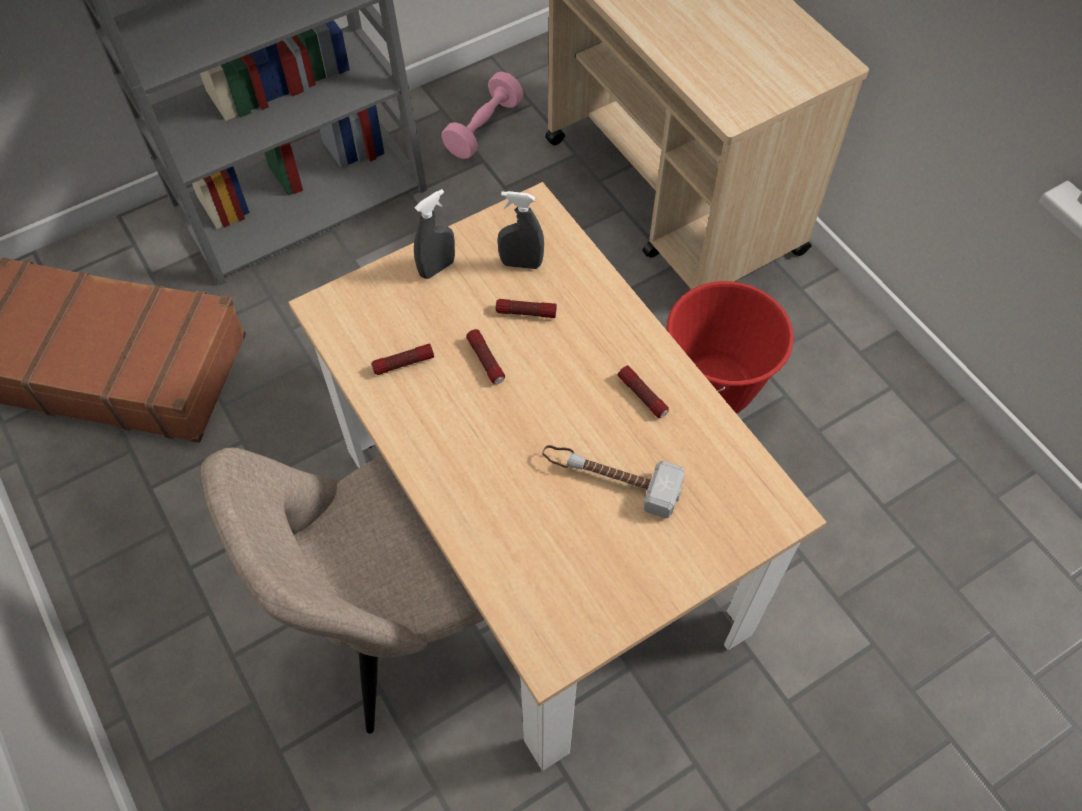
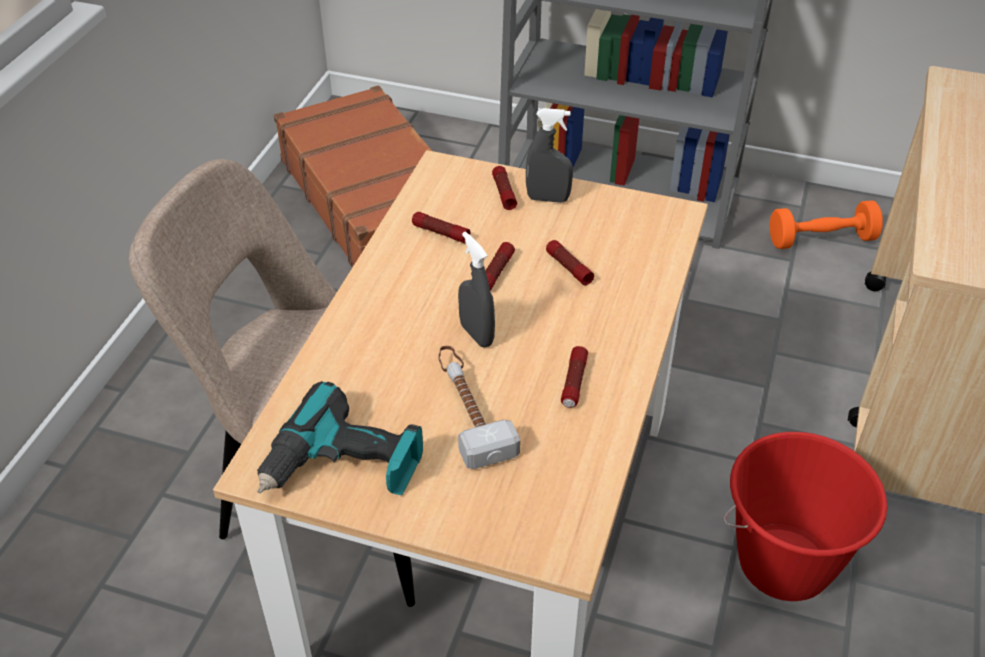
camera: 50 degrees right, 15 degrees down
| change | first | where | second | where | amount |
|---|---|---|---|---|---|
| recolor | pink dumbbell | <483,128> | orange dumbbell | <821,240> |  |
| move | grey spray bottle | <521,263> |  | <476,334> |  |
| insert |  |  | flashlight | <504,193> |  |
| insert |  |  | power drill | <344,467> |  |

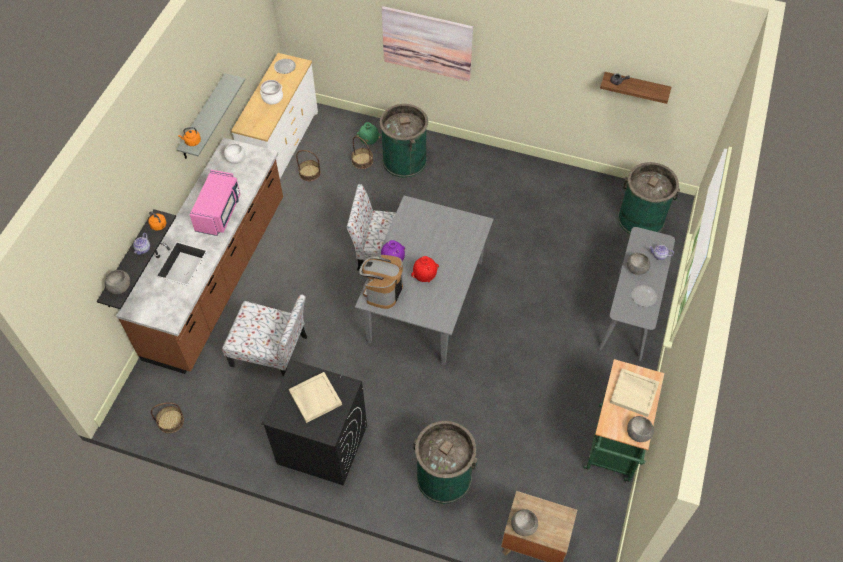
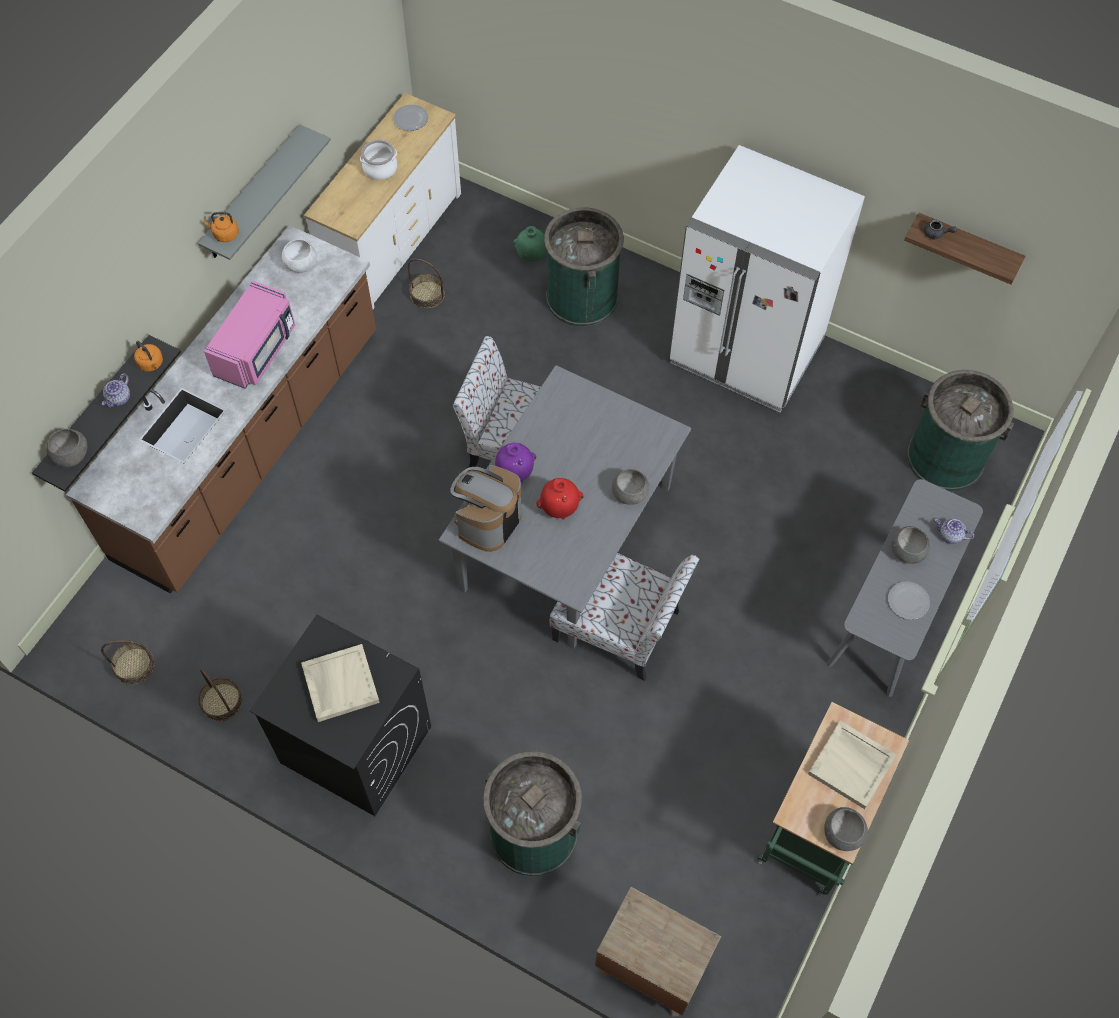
camera: 10 degrees right, 5 degrees up
| change | first | where | second | where | amount |
|---|---|---|---|---|---|
| delete | picture | <427,43> |  |  |  |
| move | basket | <362,161> |  | <221,702> |  |
| move | chair | <271,351> |  | <619,626> |  |
| move | grey bowl | <524,525> |  | <630,493> |  |
| insert |  |  | white fridge | <746,352> |  |

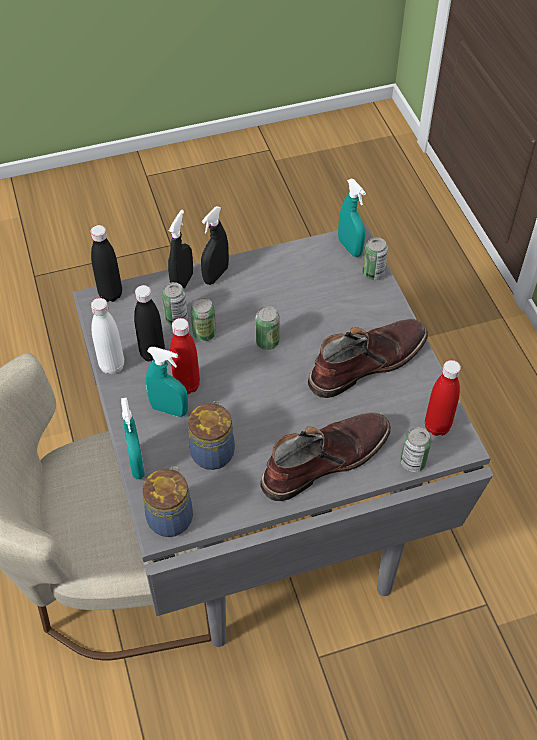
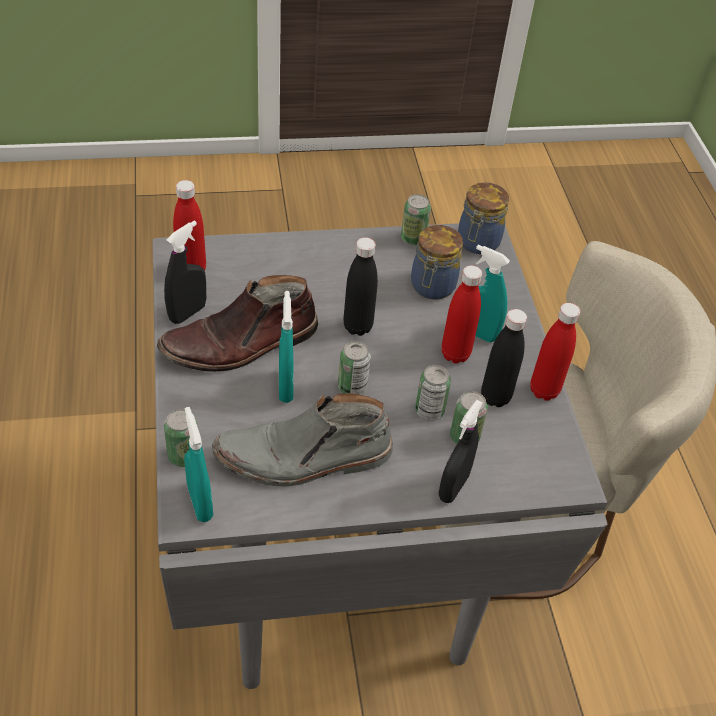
camera: 175 degrees left, 5 degrees down
| change | first | where | second | where | amount |
|---|---|---|---|---|---|
| move | black spray bottle | <216,275> |  | <187,313> |  |
| move | black bottle | <110,294> |  | <357,327> |  |
| recolor | white bottle | <112,366> | red bottle | <544,390> |  |
| move | turquoise spray bottle | <137,464> |  | <285,387> |  |
| delete | brown boot | <324,459> |  |  |  |
| move | can | <412,462> |  | <413,238> |  |
| insert |  |  | grey boot | <303,458> |  |

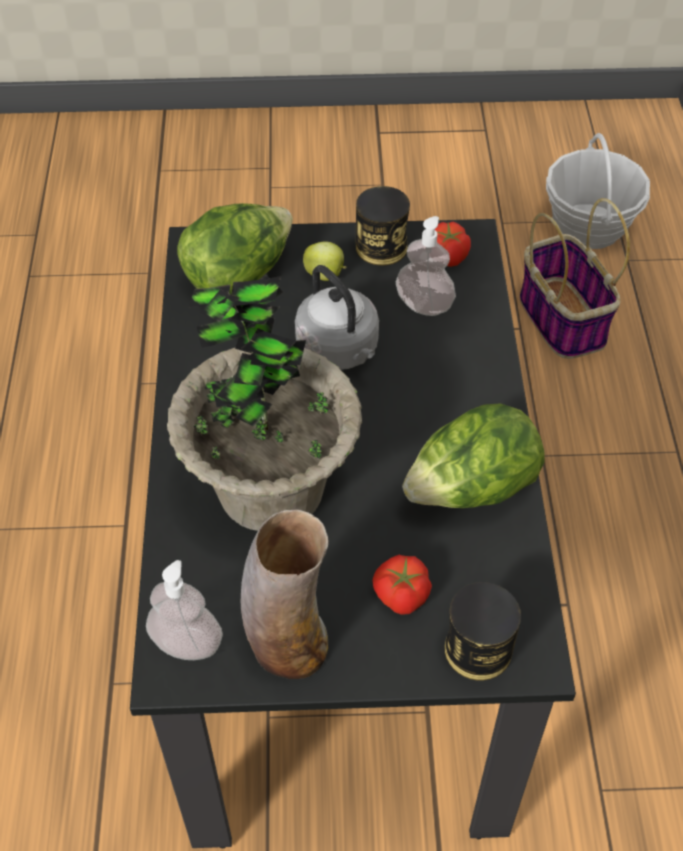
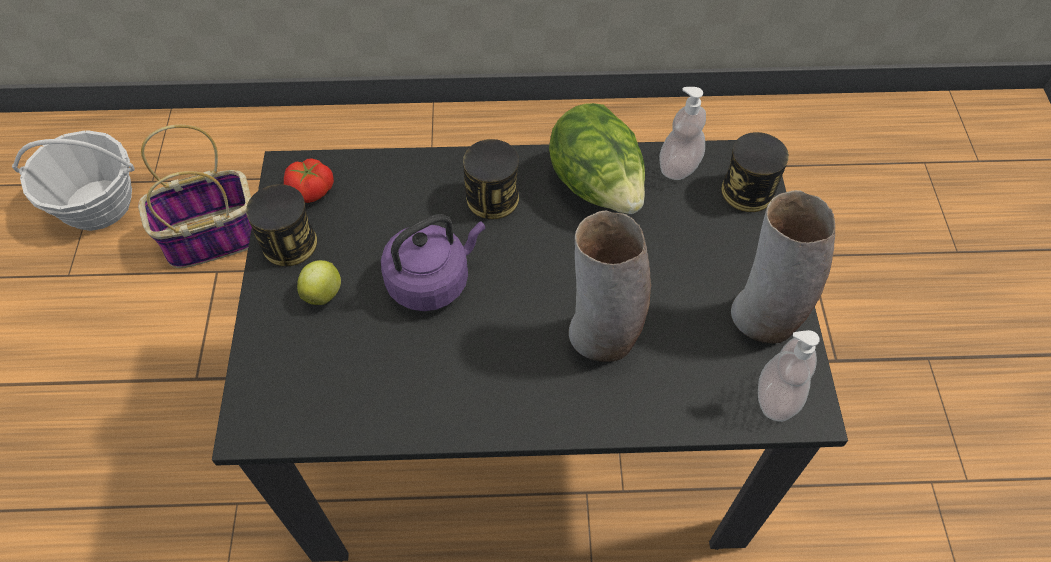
camera: 90 degrees left, 5 degrees up
| change | first | where | second | where | amount |
|---|---|---|---|---|---|
| delete | lettuce | <238,275> |  |  |  |
| move | soap dispenser | <424,305> |  | <679,167> |  |
| recolor | grey kettle | <340,351> | purple kettle | <432,280> |  |
| replace | potted plant | <270,488> | vase | <603,336> |  |
| delete | tomato | <401,594> |  |  |  |
| insert |  |  | can | <492,198> |  |

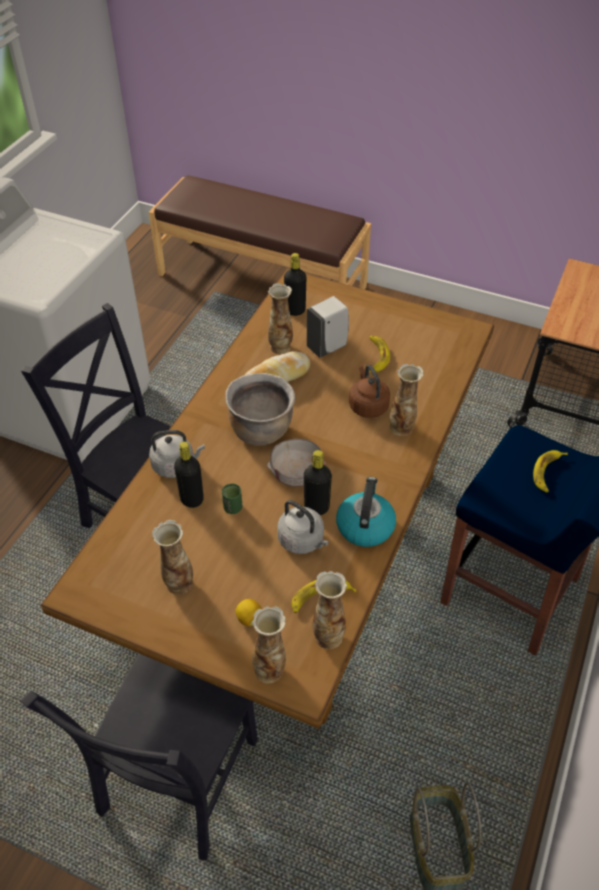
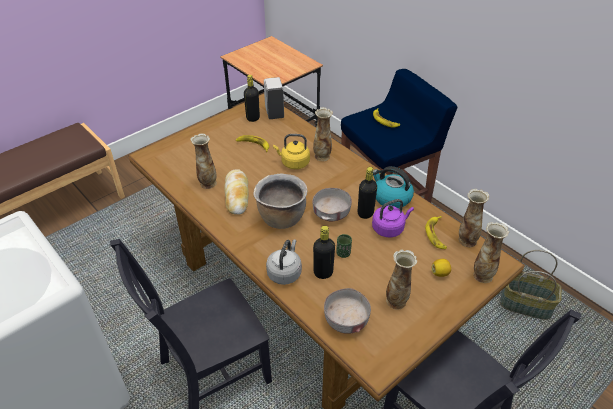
camera: 65 degrees left, 5 degrees down
| change | first | where | second | where | amount |
|---|---|---|---|---|---|
| move | black bottle | <295,310> |  | <253,118> |  |
| move | white soap dispenser | <328,347> |  | <274,113> |  |
| recolor | brown kettle | <367,405> | yellow kettle | <293,163> |  |
| recolor | grey kettle | <302,541> | purple kettle | <389,228> |  |
| insert |  |  | grey bowl | <346,320> |  |

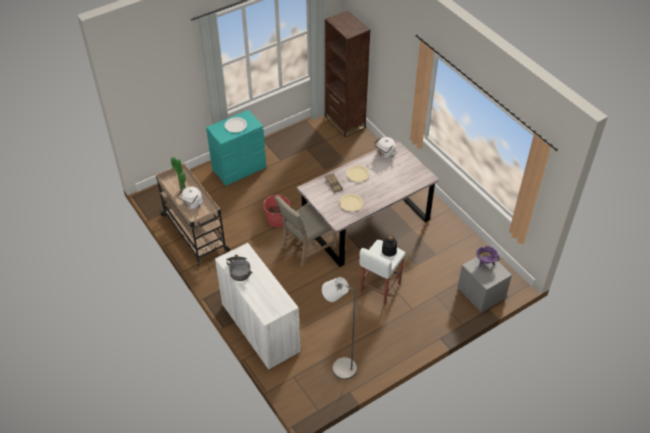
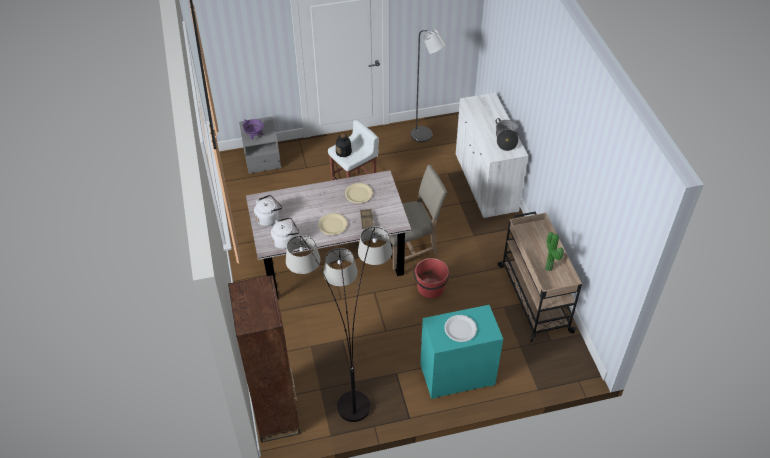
camera: 160 degrees left, 0 degrees up
| change | first | where | second | where | amount |
|---|---|---|---|---|---|
| move | white kettle | <192,204> |  | <268,218> |  |
| insert |  |  | floor lamp | <348,373> |  |

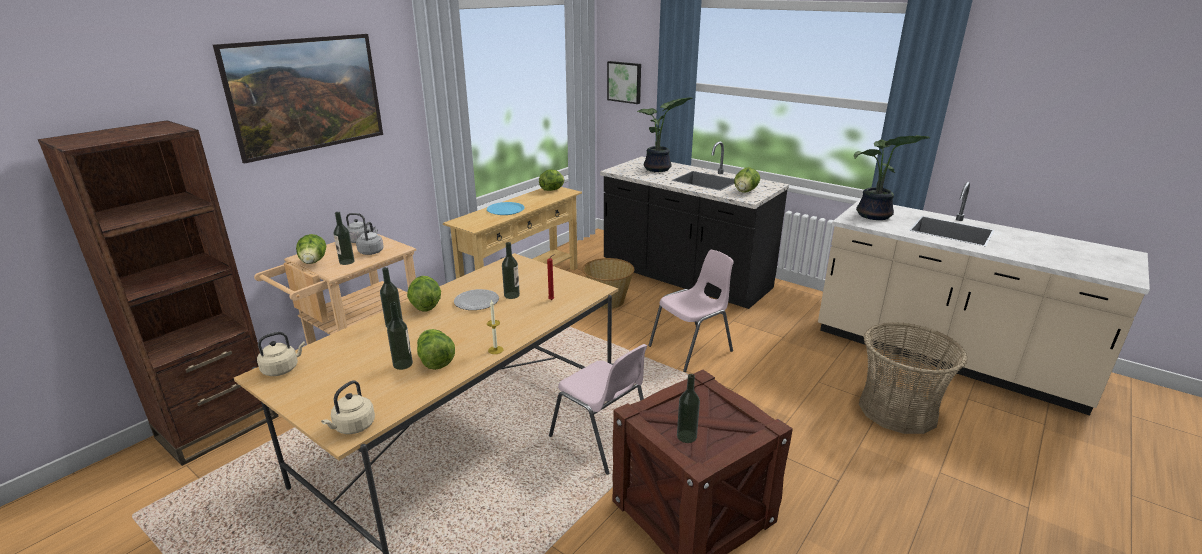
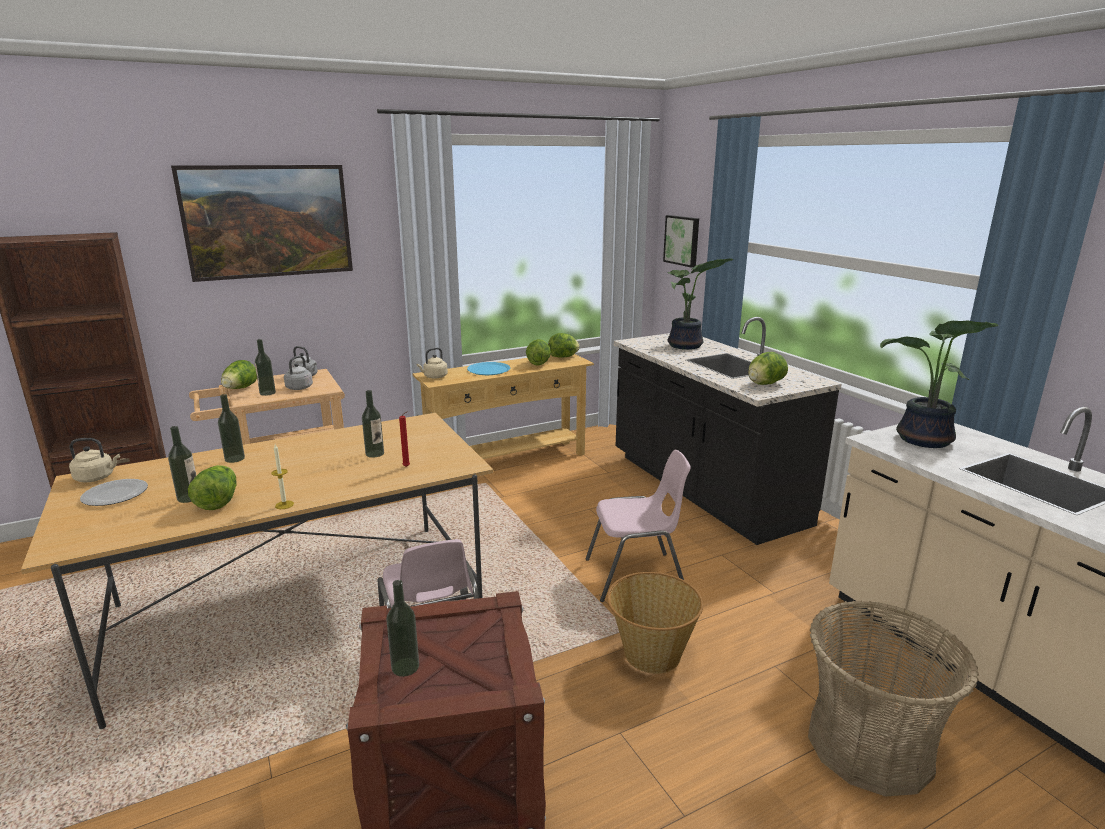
camera: 25 degrees right, 5 degrees down
| change | first | where | second | where | amount |
|---|---|---|---|---|---|
| move | basket | <608,301> |  | <651,653> |  |
| move | lettuce | <425,306> |  | <538,364> |  |
| move | plate | <477,301> |  | <116,495> |  |
| move | beige kettle | <353,427> |  | <434,377> |  |

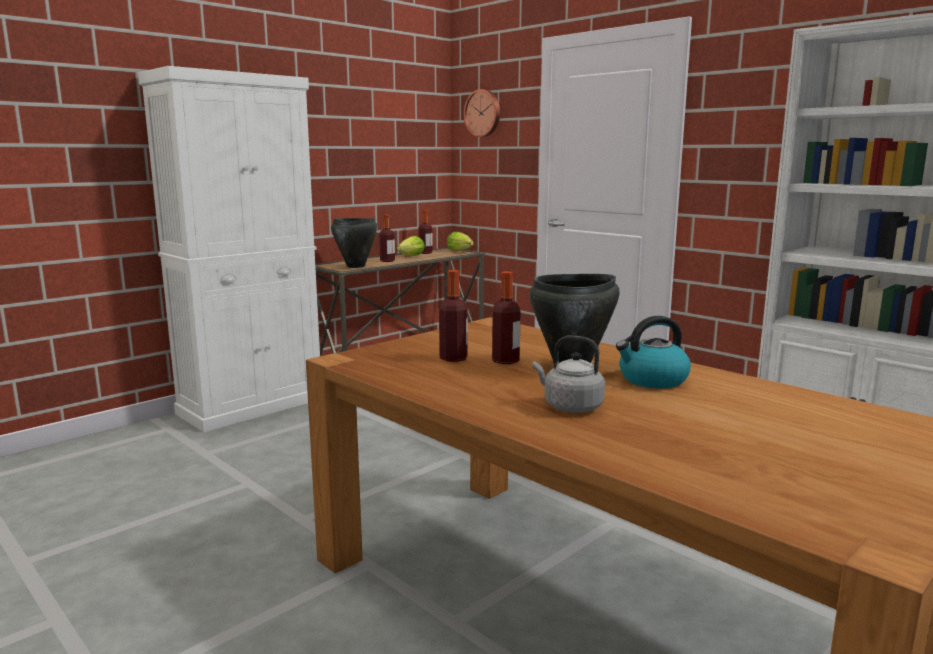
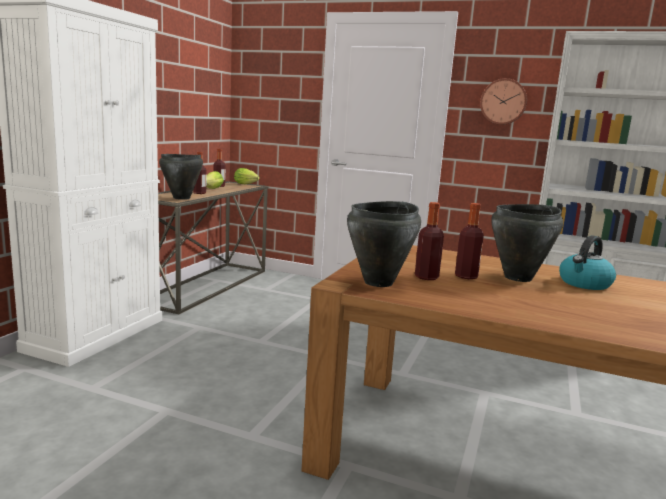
camera: 25 degrees left, 0 degrees up
| change | first | where | second | where | amount |
|---|---|---|---|---|---|
| move | wall clock | <483,113> |  | <503,101> |  |
| delete | grey kettle | <570,406> |  |  |  |
| insert |  |  | black cooking pot | <379,282> |  |

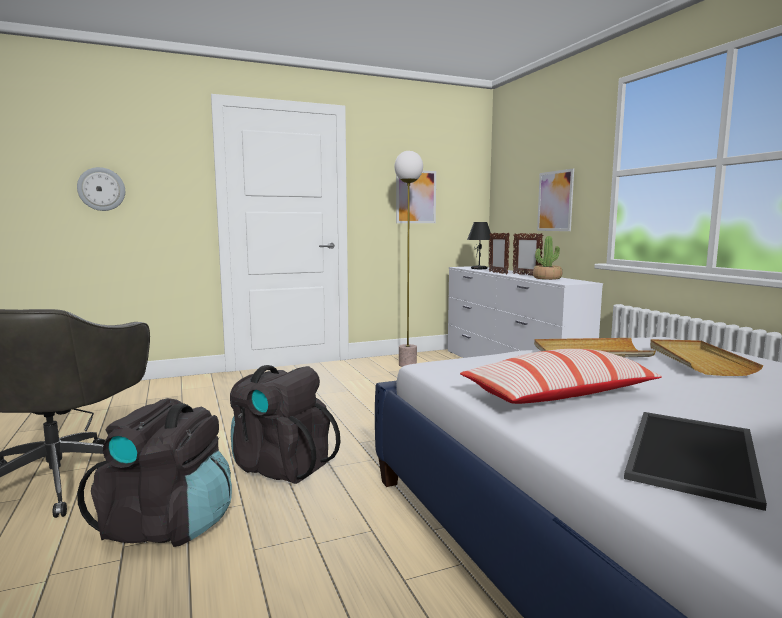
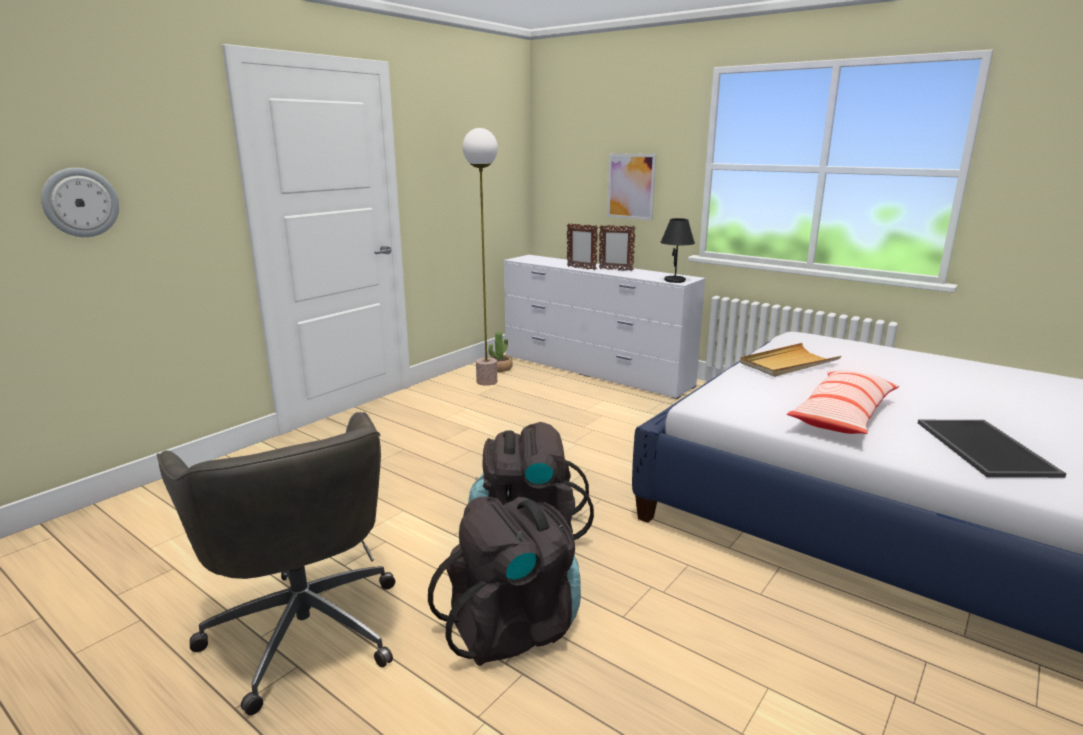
camera: 30 degrees left, 10 degrees up
| change | first | where | second | where | amount |
|---|---|---|---|---|---|
| delete | picture | <416,197> |  |  |  |
| move | black table lamp | <479,268> |  | <675,280> |  |
| move | potted plant | <547,278> |  | <499,368> |  |
| delete | beige tray | <697,360> |  |  |  |

